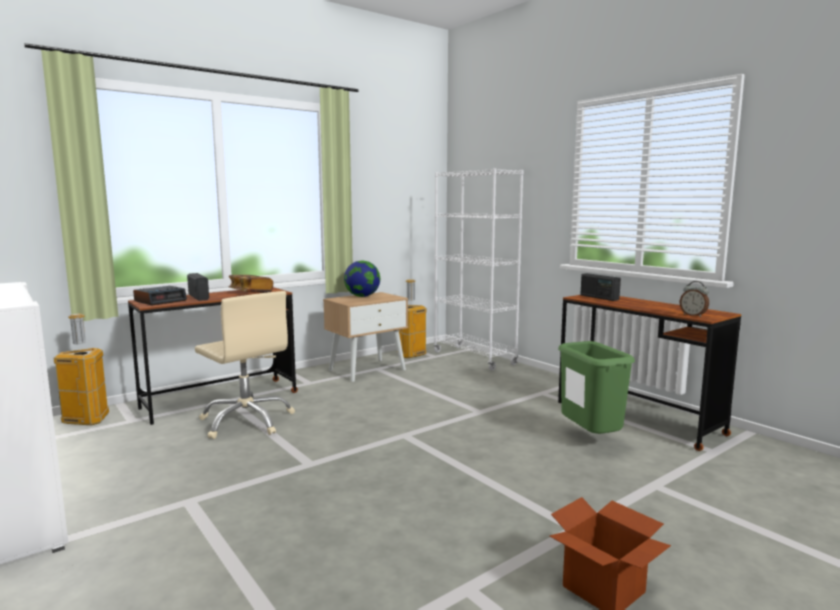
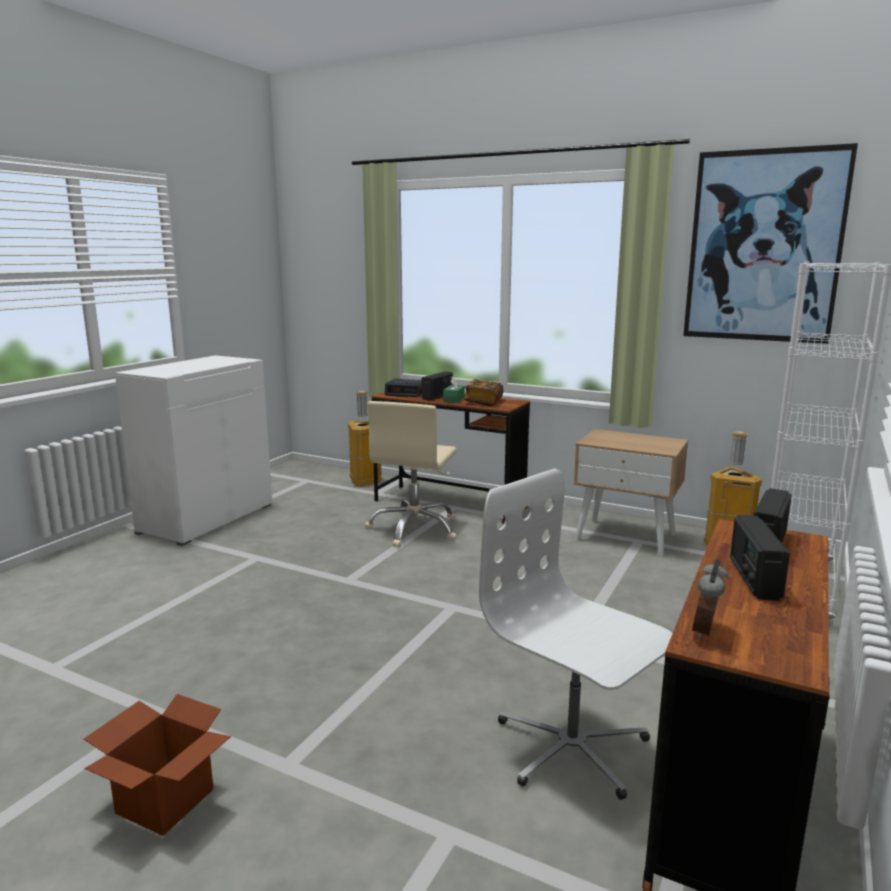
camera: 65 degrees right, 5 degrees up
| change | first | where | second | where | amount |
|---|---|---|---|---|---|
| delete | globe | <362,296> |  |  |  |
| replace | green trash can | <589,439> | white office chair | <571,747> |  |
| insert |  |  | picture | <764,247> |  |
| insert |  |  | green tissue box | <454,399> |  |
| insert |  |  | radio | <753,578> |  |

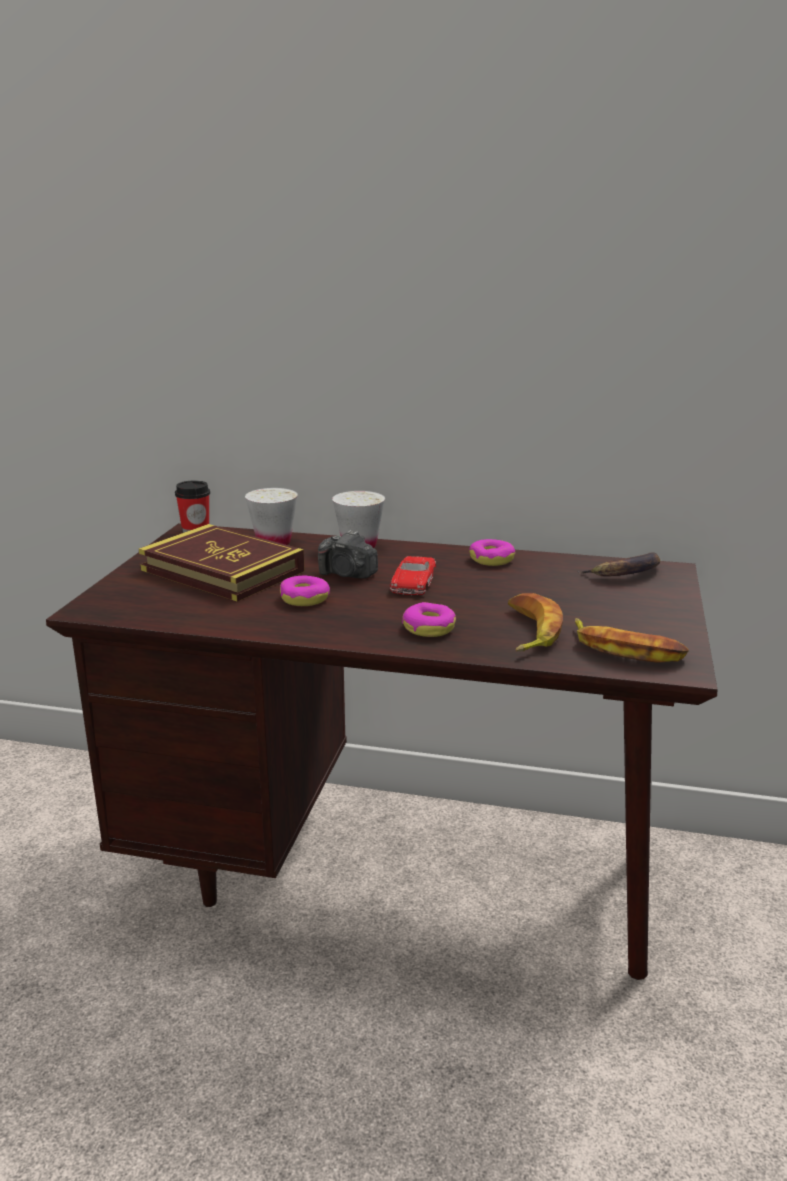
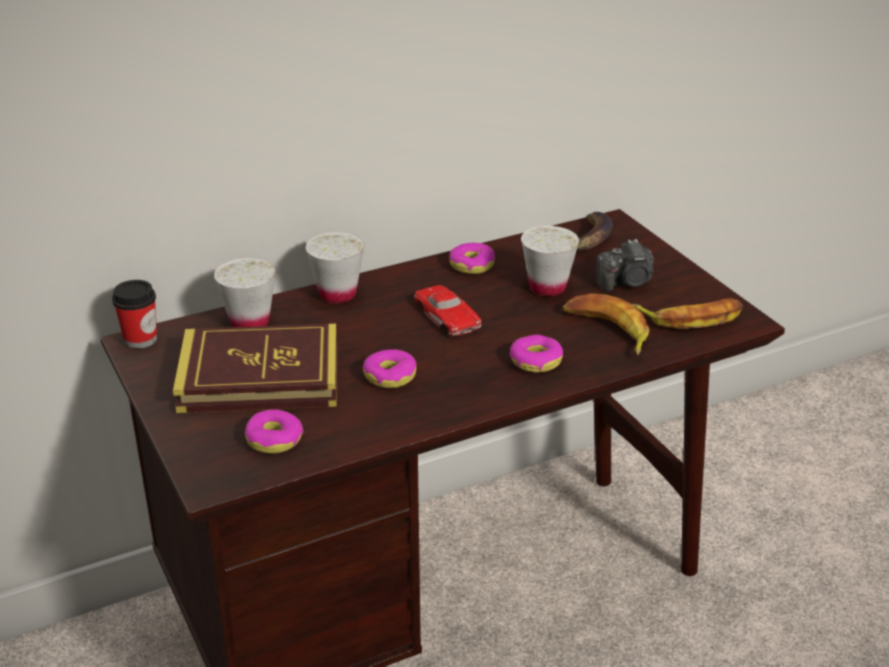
camera: 40 degrees left, 10 degrees up
| change | first | where | second | where | amount |
|---|---|---|---|---|---|
| move | photo camera | <347,574> |  | <626,282> |  |
| insert |  |  | white cup | <547,287> |  |
| insert |  |  | donut | <274,439> |  |

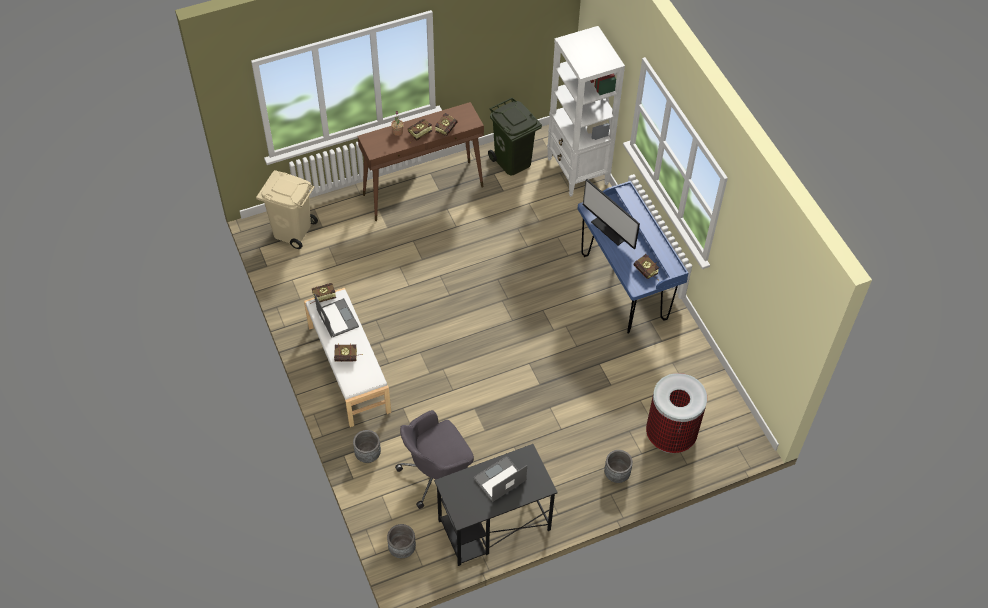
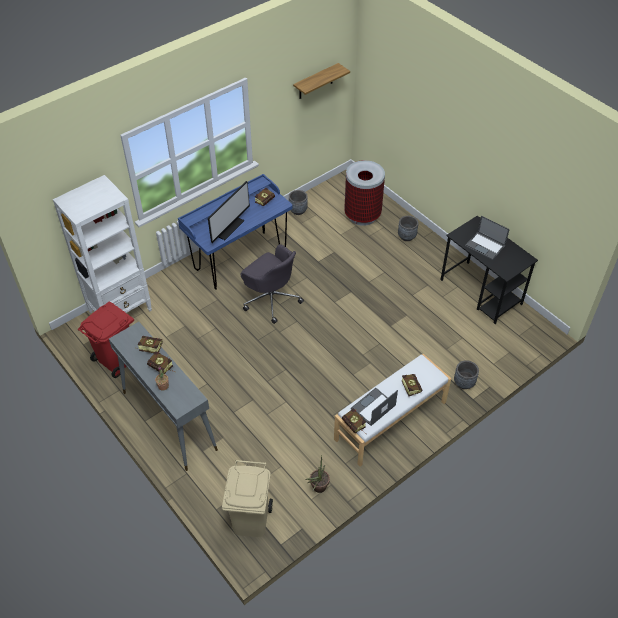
camera: 105 degrees left, 5 degrees down
| change | first | where | second | where | amount |
|---|---|---|---|---|---|
| recolor | green trash can | <512,161> | red trash can | <117,360> |  |
| recolor | brown console table | <424,190> | grey console table | <168,420> |  |
| move | grey office chair | <437,474> |  | <271,298> |  |
| move | grey planter | <402,549> |  | <298,210> |  |
| insert |  |  | shelf | <315,82> |  |
| insert |  |  | potted plant | <317,489> |  |

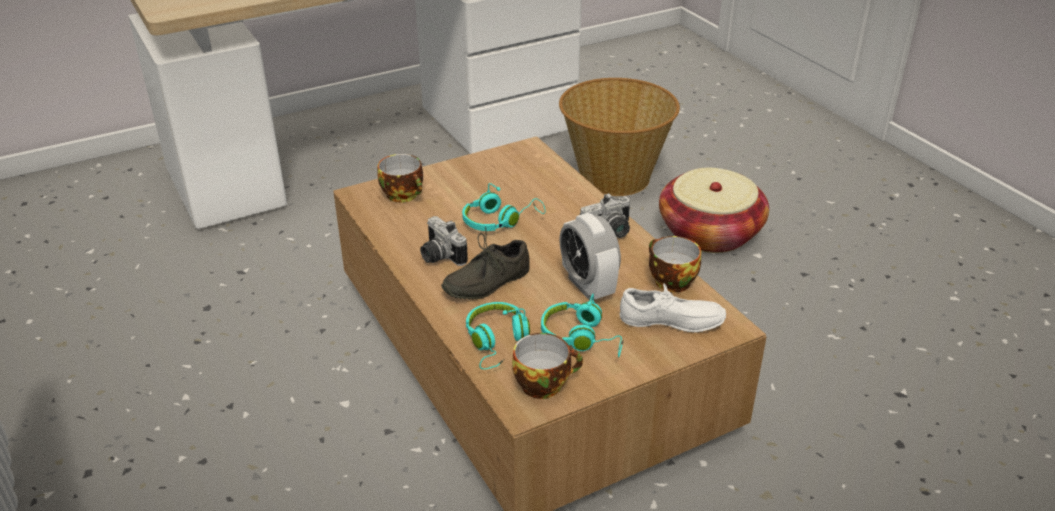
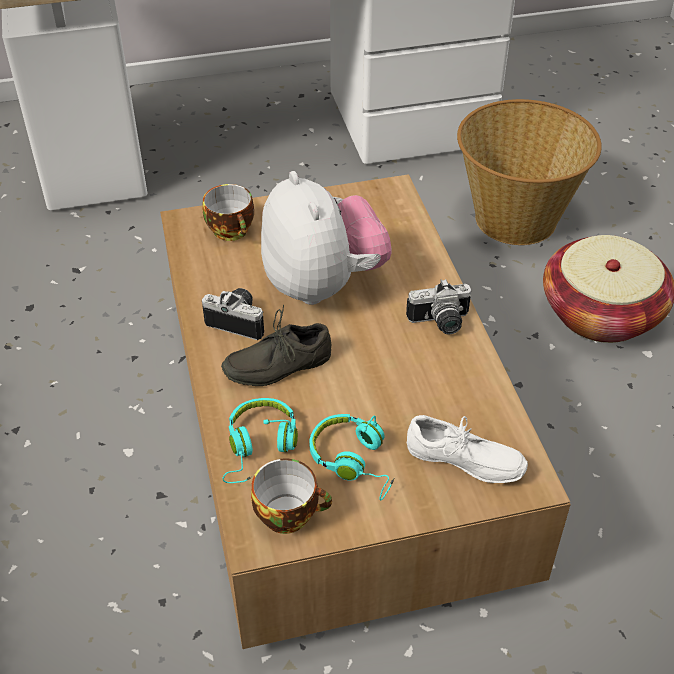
camera: 15 degrees right, 10 degrees up
| change | first | where | second | where | amount |
|---|---|---|---|---|---|
| replace | turquoise headphones | <499,220> | plush toy | <323,284> |  |
| delete | alarm clock | <588,286> |  |  |  |
| rotate | photo camera | <439,256> |  | <239,320> | 135 degrees clockwise |
| delete | cup | <669,281> |  |  |  |

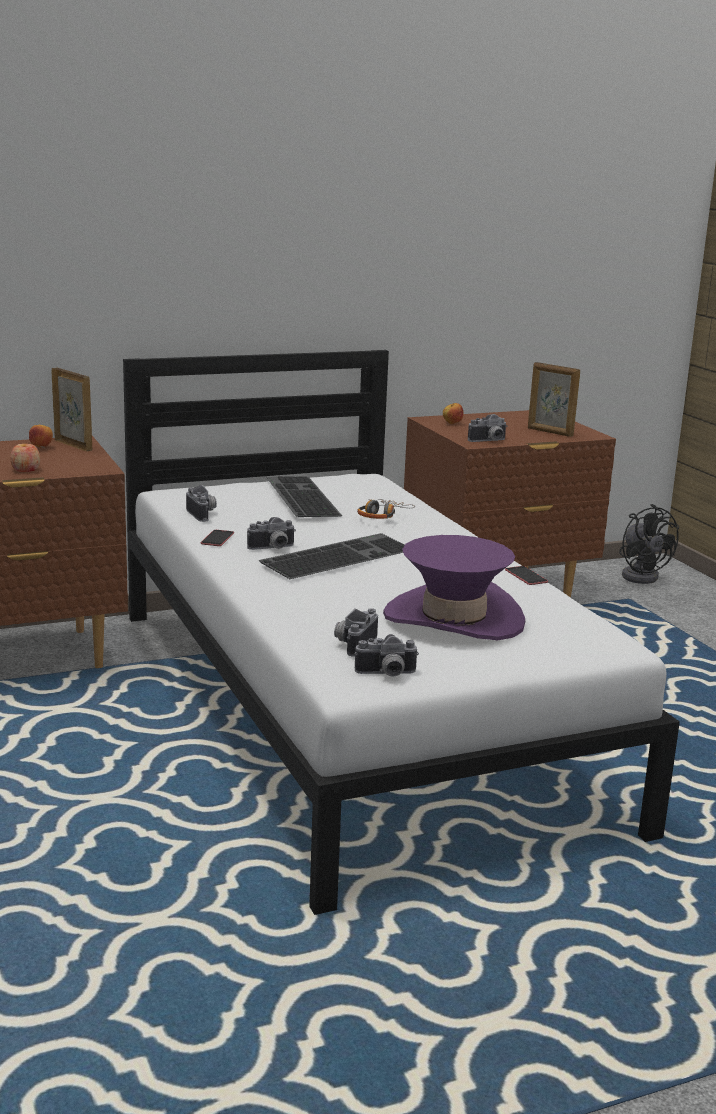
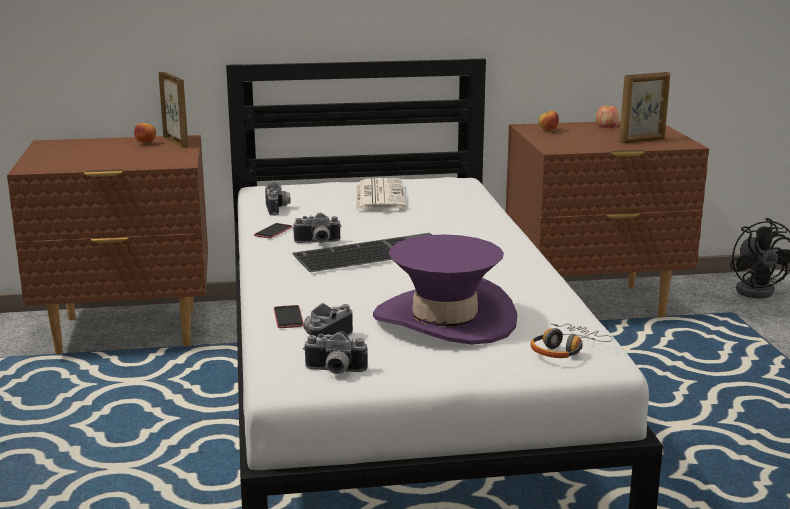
camera: 15 degrees right, 0 degrees up
| change | first | where | second | where | amount |
|---|---|---|---|---|---|
| rotate | picture frame | <549,432> |  | <642,140> | 75 degrees counterclockwise |
| delete | photo camera | <489,441> |  |  |  |
| move | apple | <25,470> |  | <607,126> |  |
| replace | keyboard | <299,496> | newspaper | <379,196> |  |
| move | headphones | <381,515> |  | <565,349> |  |
| move | phone | <526,576> |  | <288,317> |  |

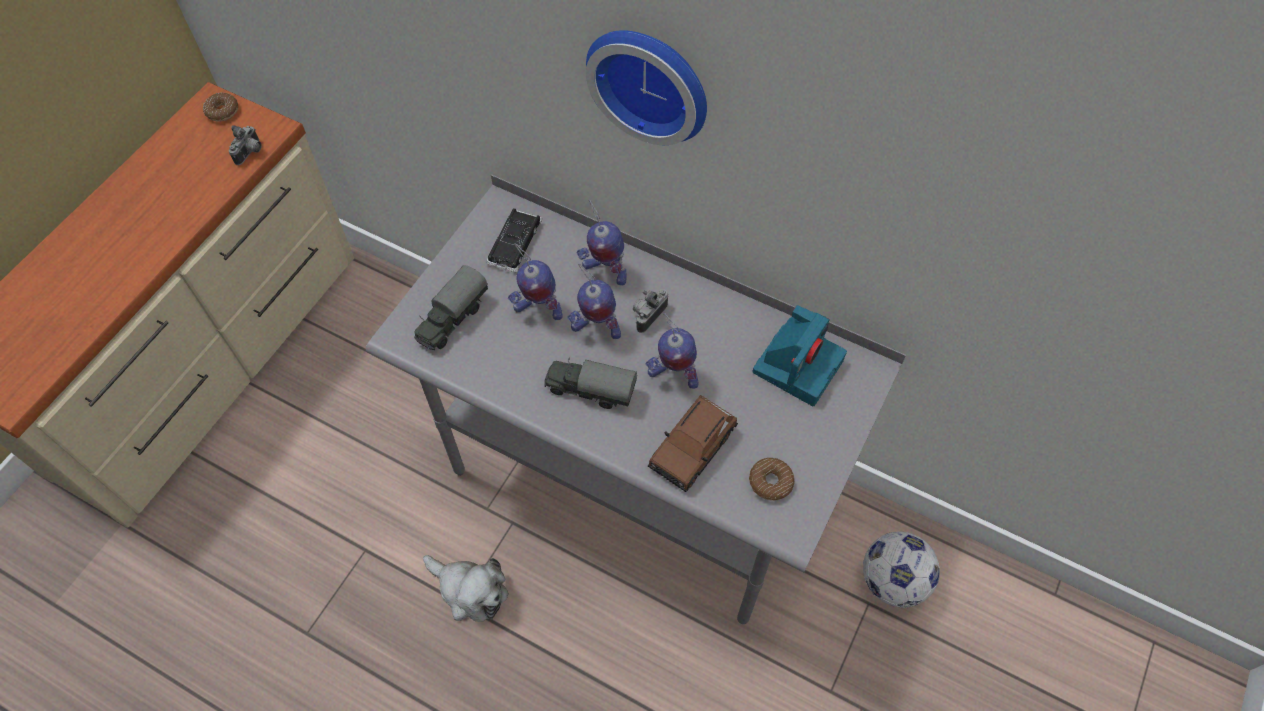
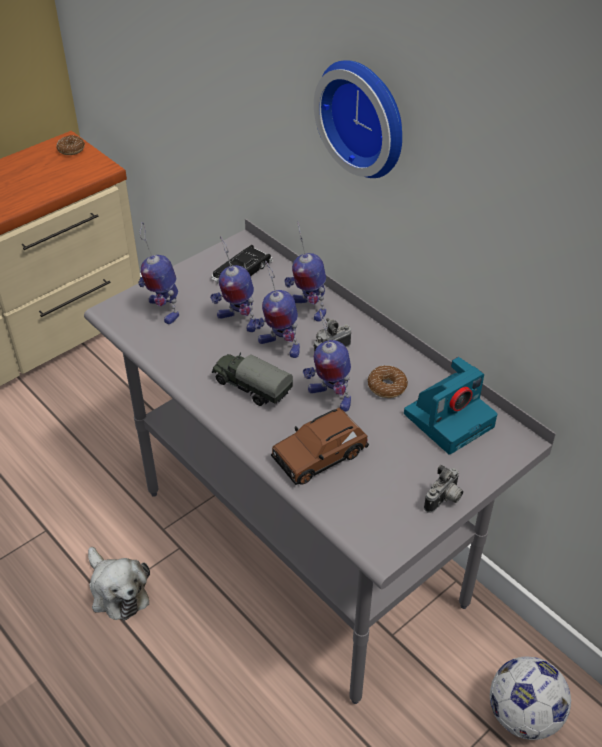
camera: 20 degrees right, 15 degrees down
| change | first | where | second | where | amount |
|---|---|---|---|---|---|
| move | photo camera | <250,153> |  | <444,500> |  |
| replace | toy truck | <452,319> | toy robot | <162,310> |  |
| move | donut | <770,482> |  | <387,386> |  |

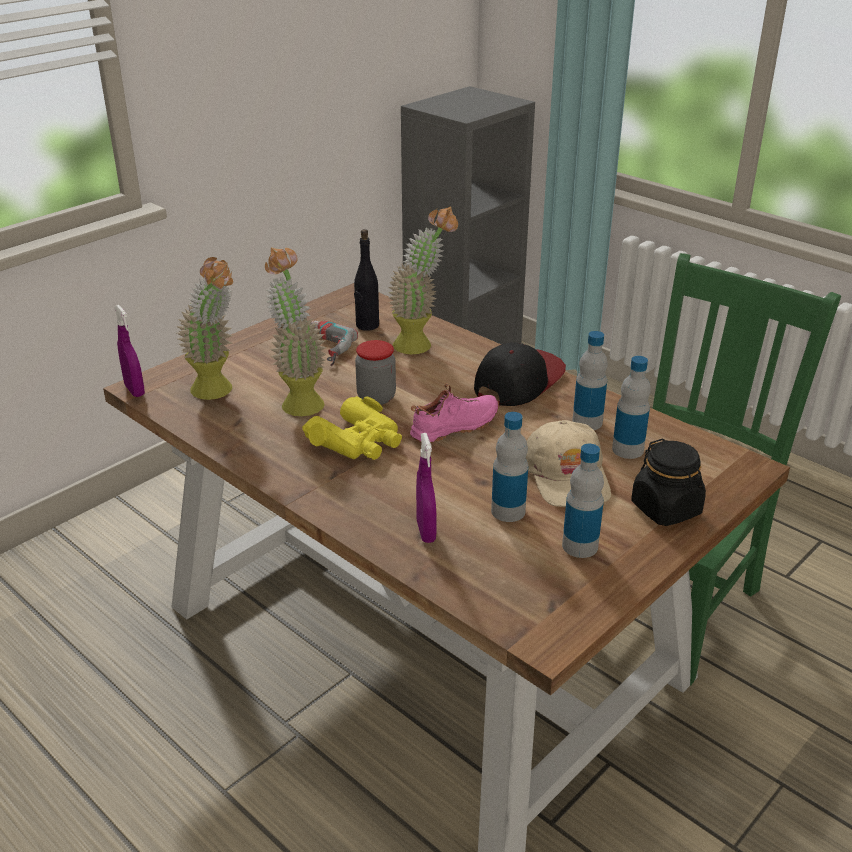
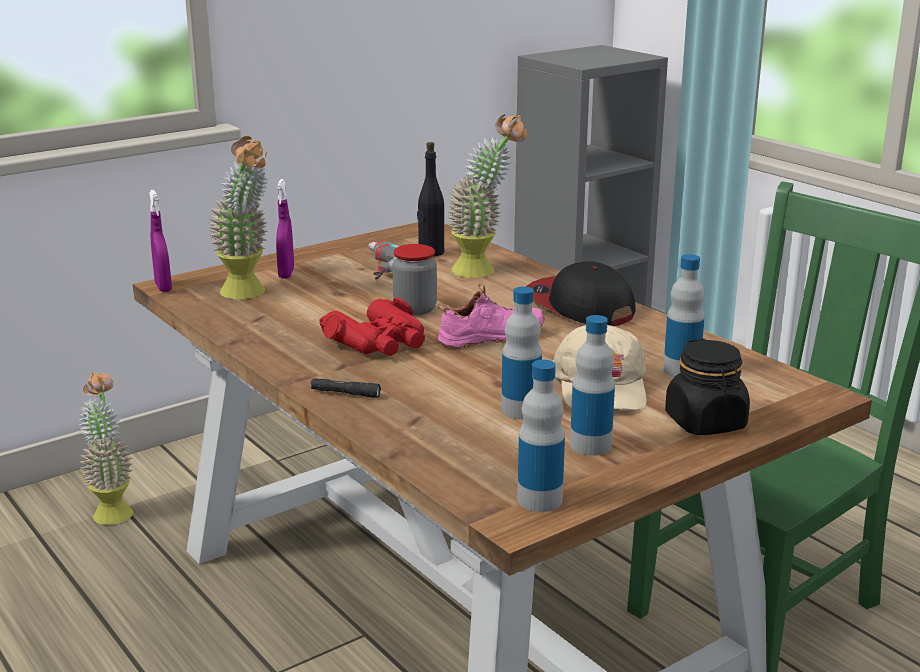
camera: 10 degrees right, 10 degrees down
| change | first | where | second | where | amount |
|---|---|---|---|---|---|
| move | potted plant | <298,400> |  | <112,509> |  |
| move | bottle | <587,422> |  | <539,500> |  |
| rotate | cap | <518,381> |  | <579,306> | 90 degrees counterclockwise |
| recolor | yellow binoculars | <358,441> | red binoculars | <379,342> |  |
| move | purple spray bottle | <426,531> |  | <286,274> |  |
| insert |  |  | black flashlight | <345,394> |  |

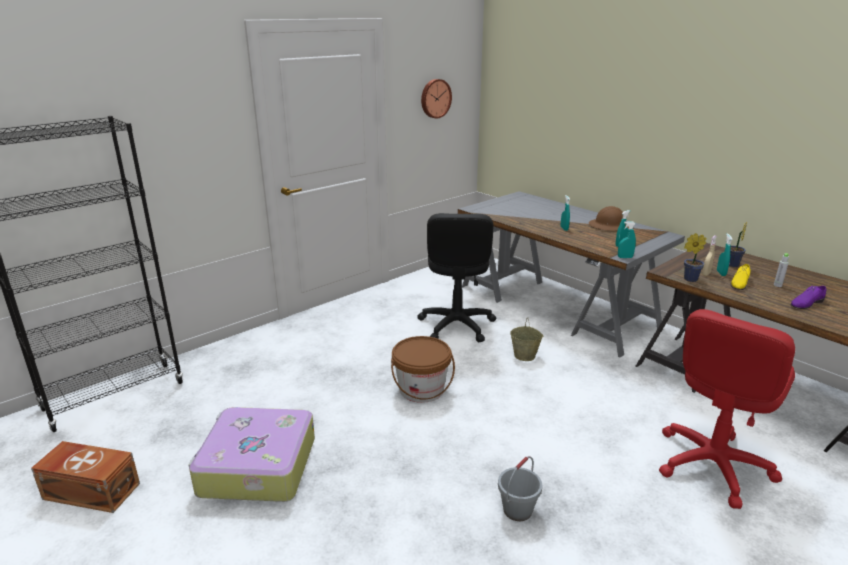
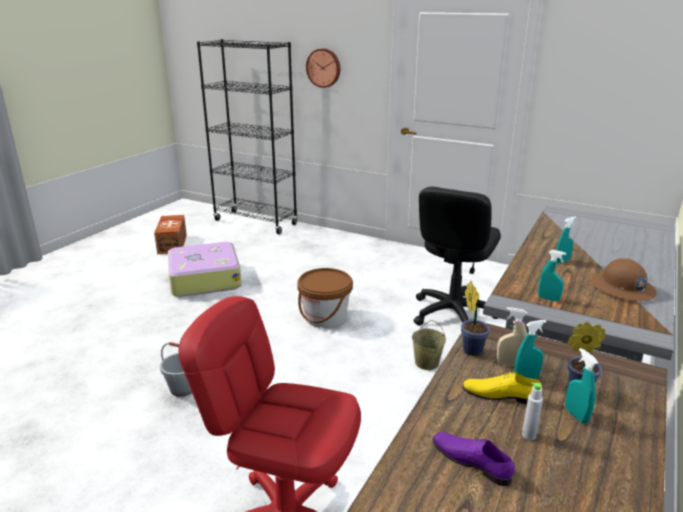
camera: 70 degrees right, 0 degrees up
| change | first | where | second | where | amount |
|---|---|---|---|---|---|
| move | wall clock | <435,98> |  | <324,68> |  |
| rotate | black office chair | <456,325> |  | <452,314> | 45 degrees counterclockwise |
| move | turquoise spray bottle | <625,257> |  | <576,415> |  |

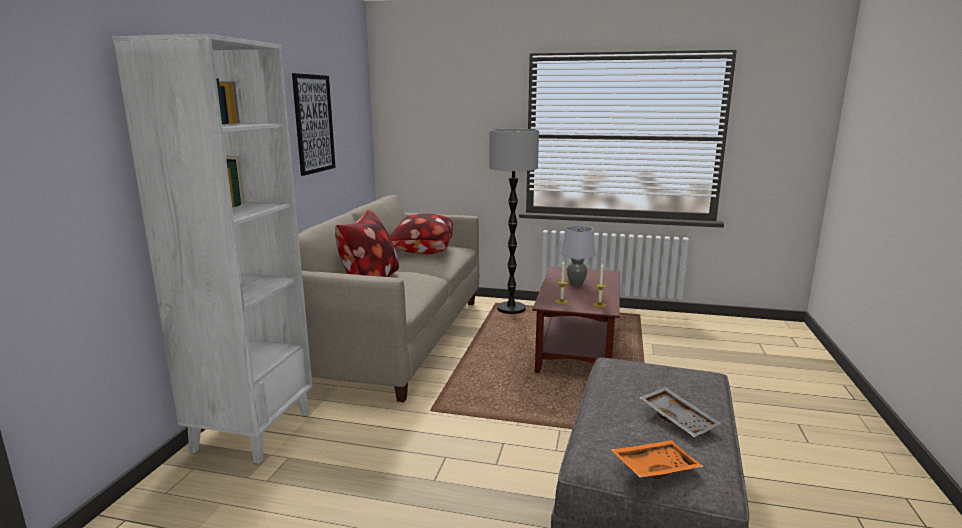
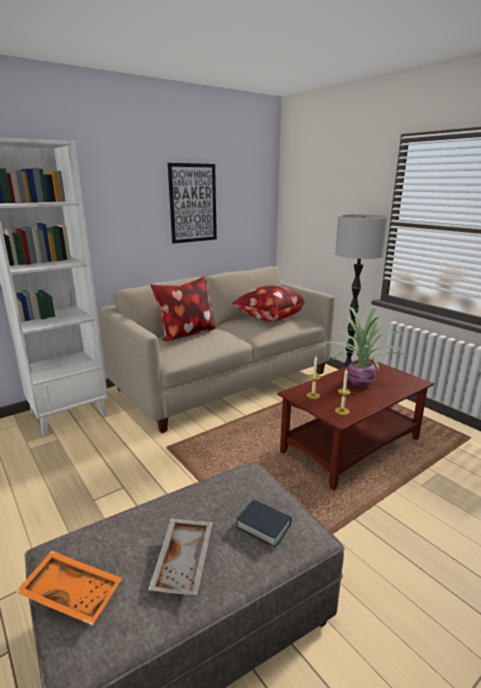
camera: 40 degrees right, 5 degrees up
| change | first | where | second | where | amount |
|---|---|---|---|---|---|
| replace | grey table lamp | <576,283> | potted plant | <361,382> |  |
| insert |  |  | book | <263,526> |  |

